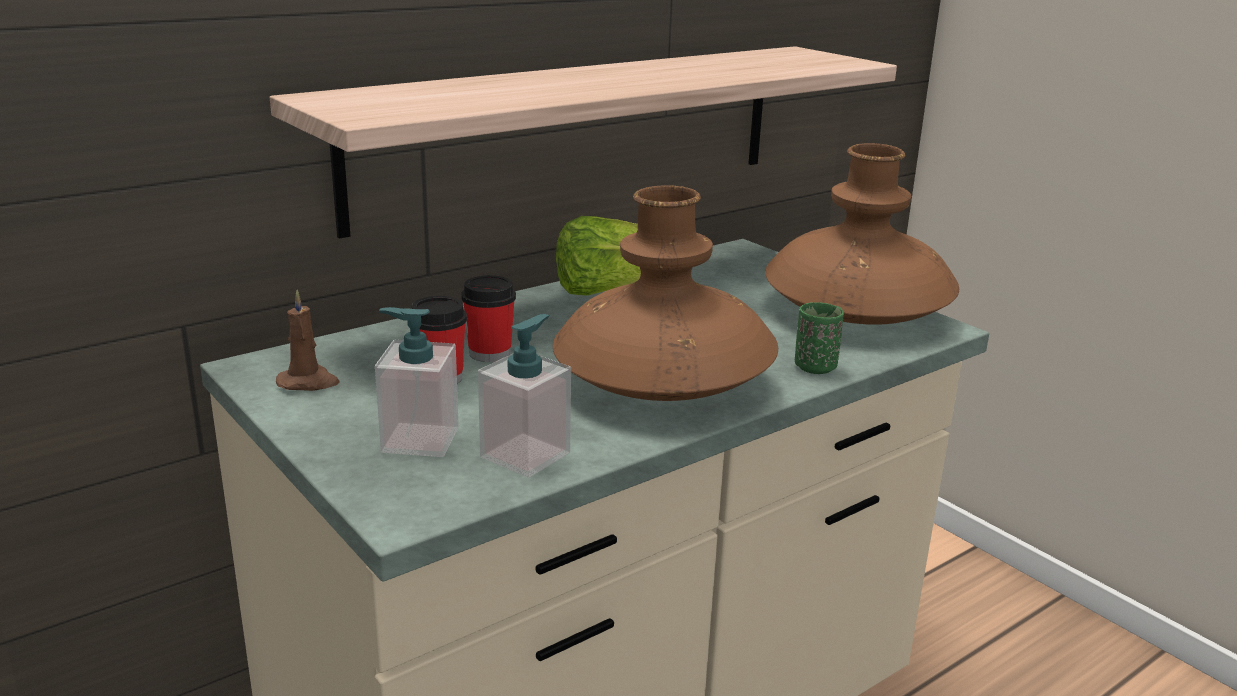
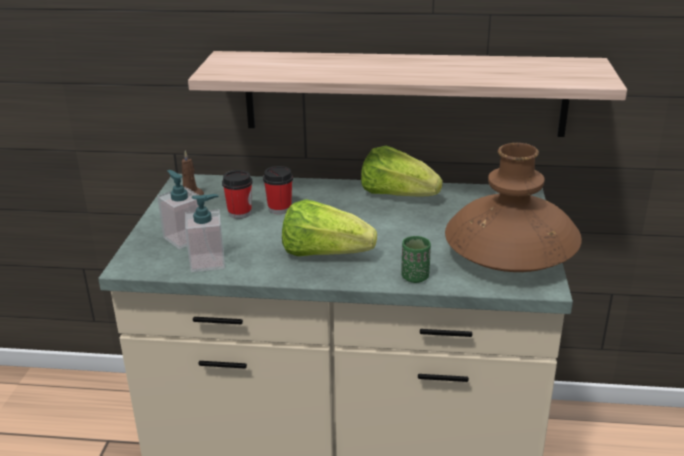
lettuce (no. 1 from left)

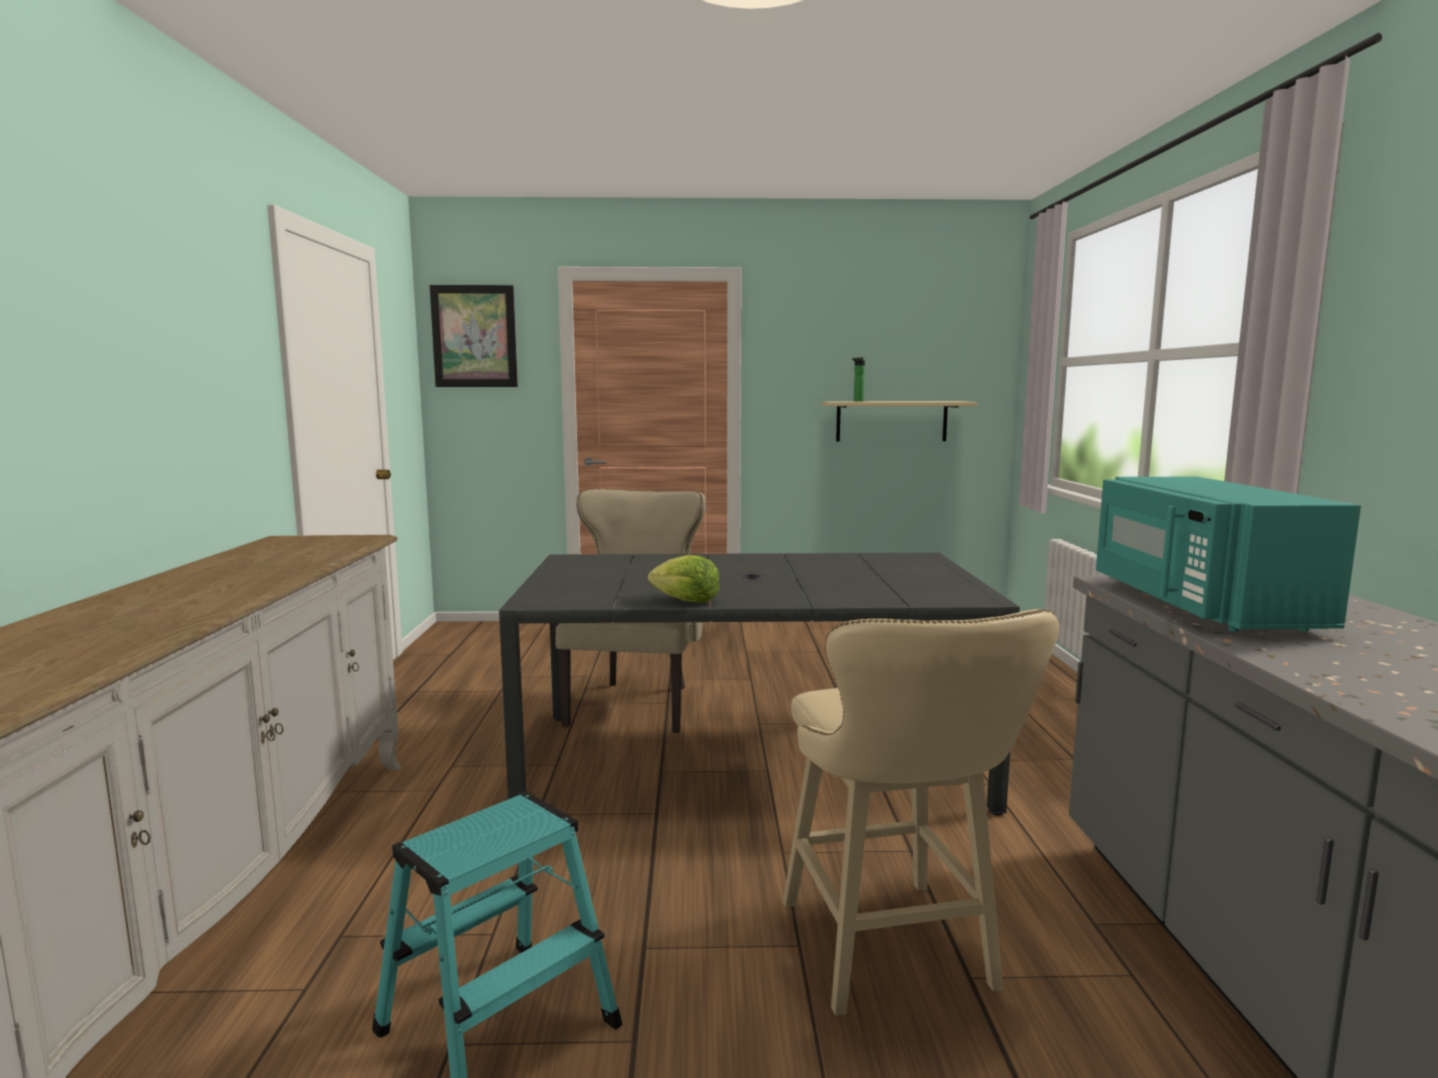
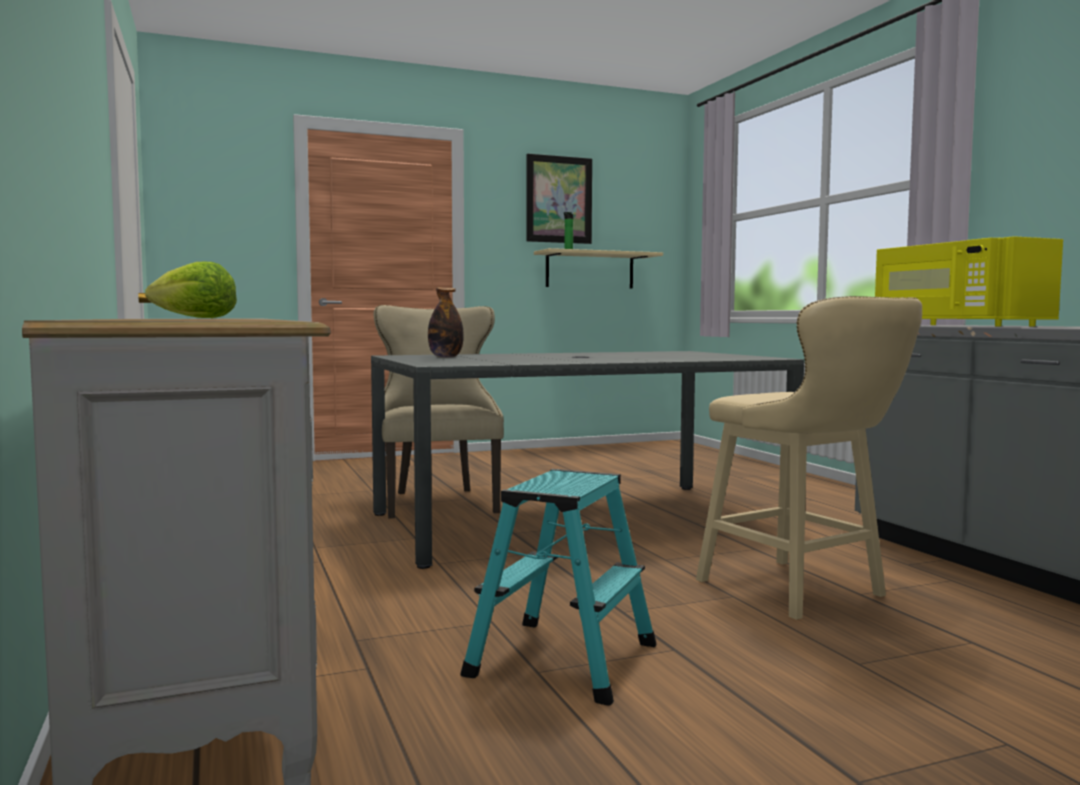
lettuce
bottle (no. 1 from left)
picture
microwave (yellow)

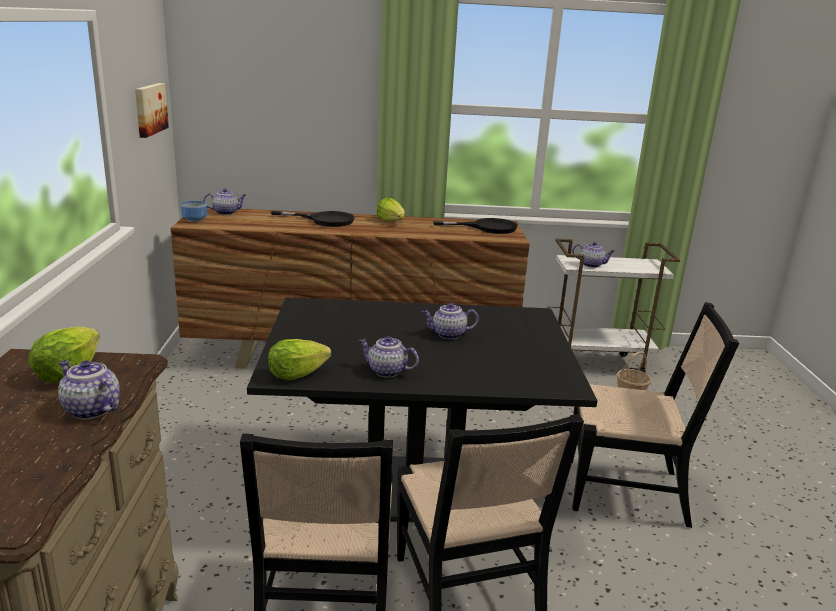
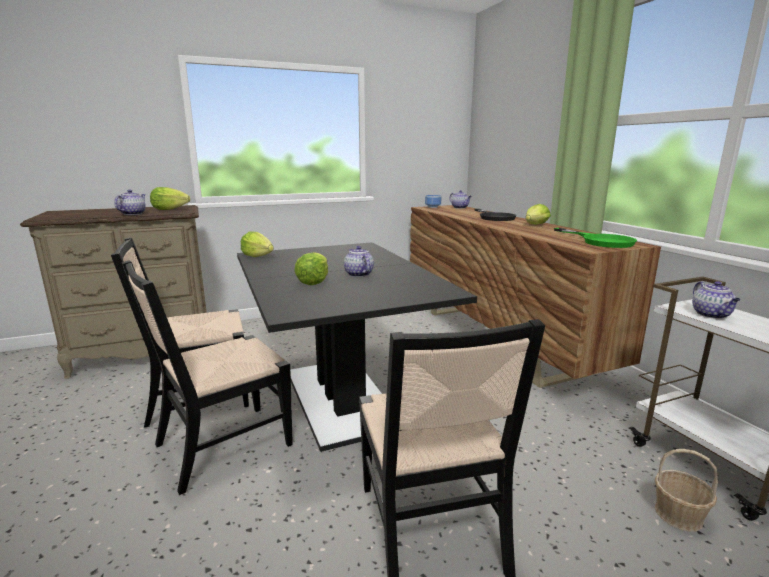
lettuce (no. 3 from left)
frying pan (green)
picture
teapot (no. 3 from left in the first image)

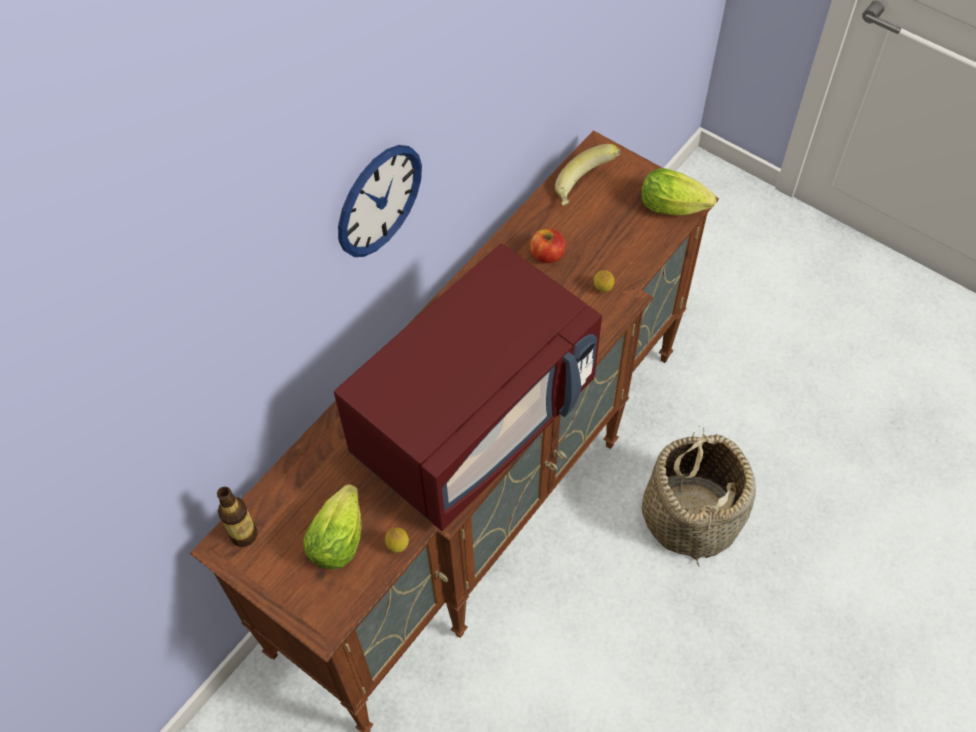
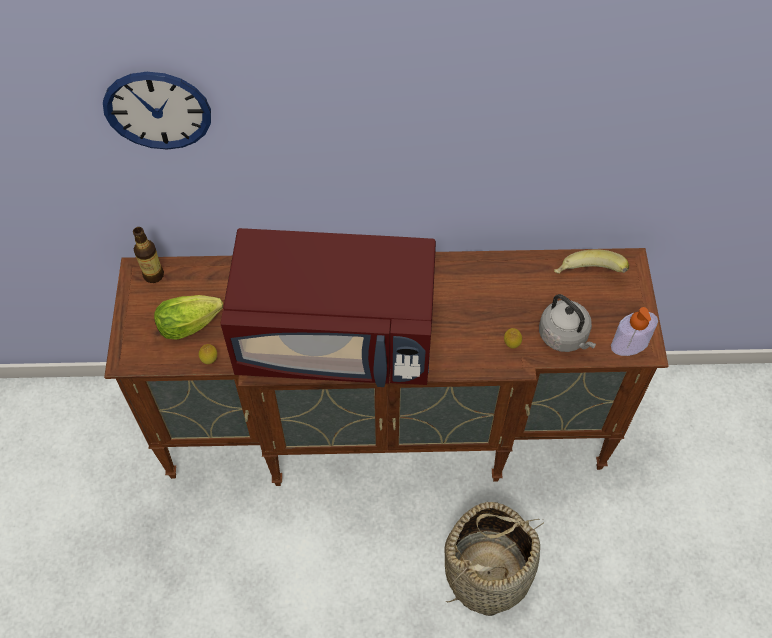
wall clock
kettle (grey)
soap dispenser
apple

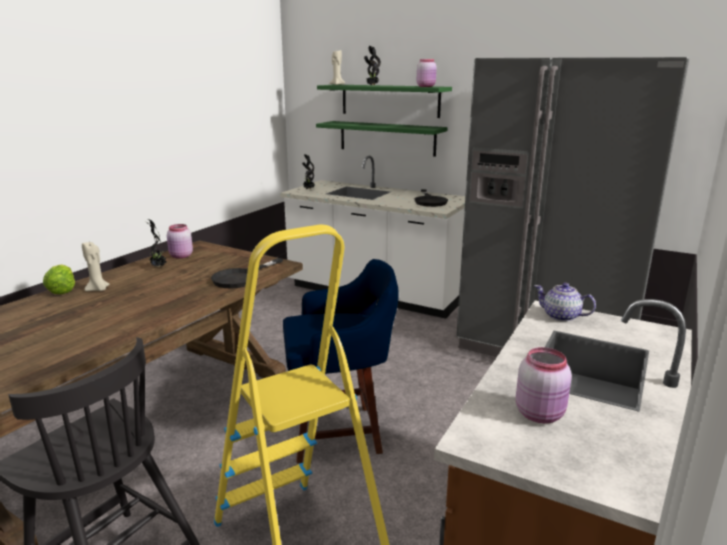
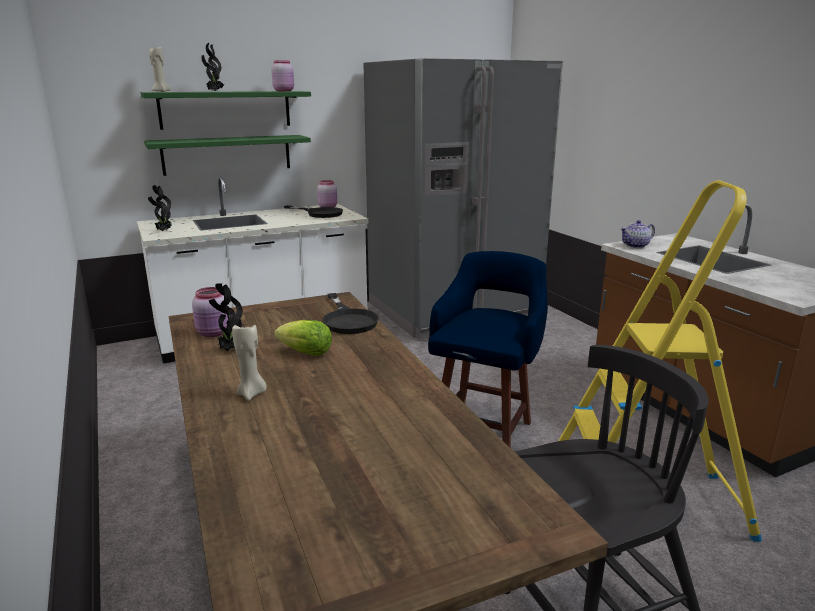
lettuce
jar (pink) (no. 3 from left)

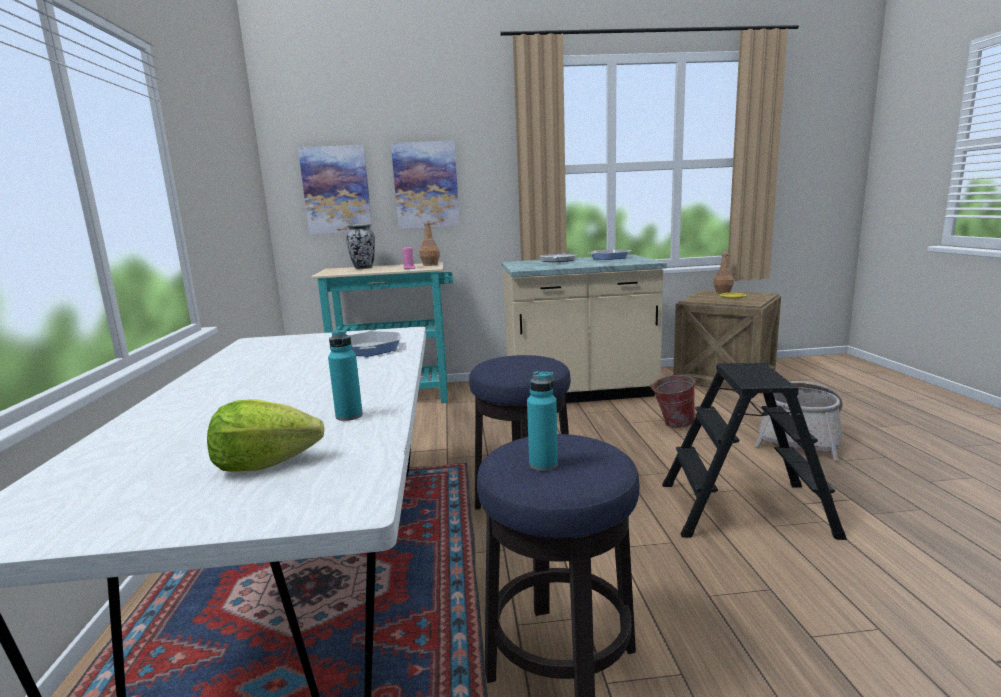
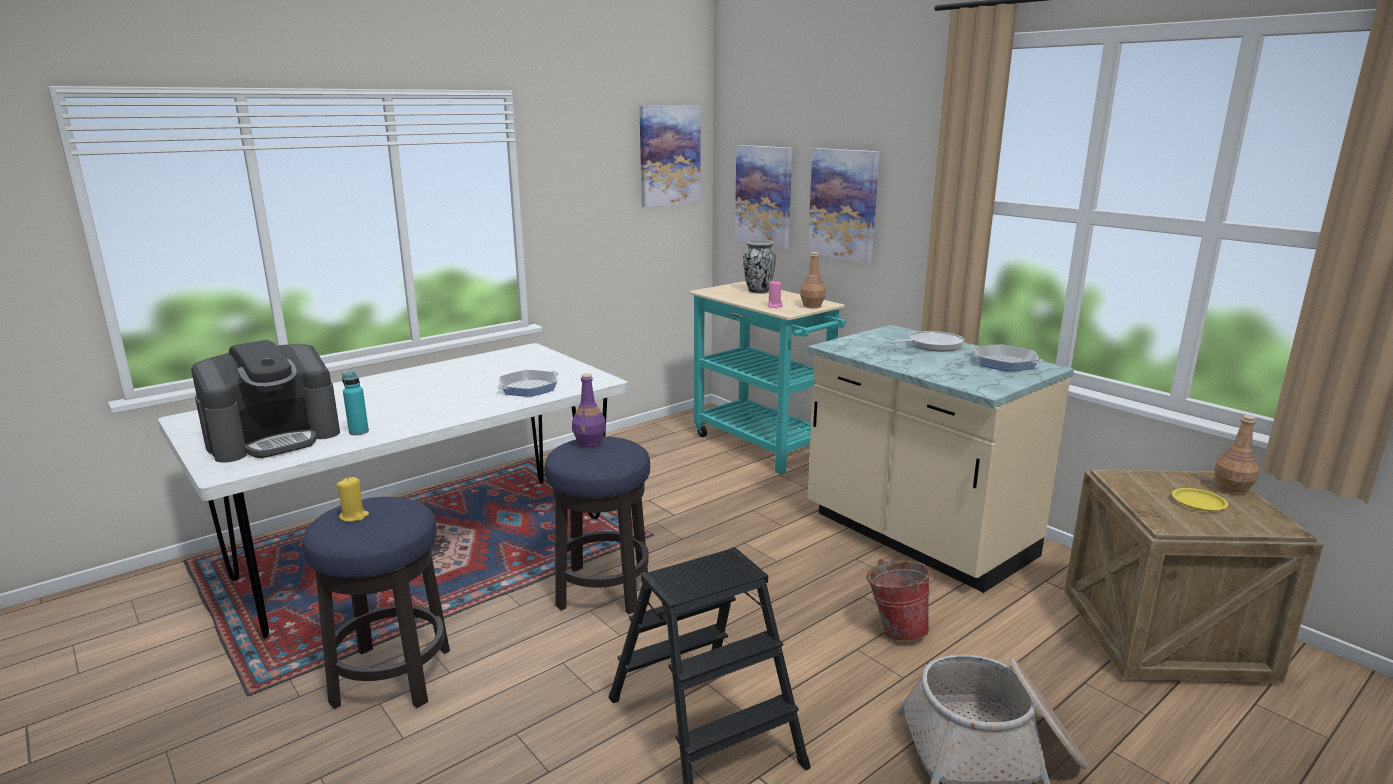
coffee machine
candle (yellow)
bottle (purple)
picture (no. 1 from left)

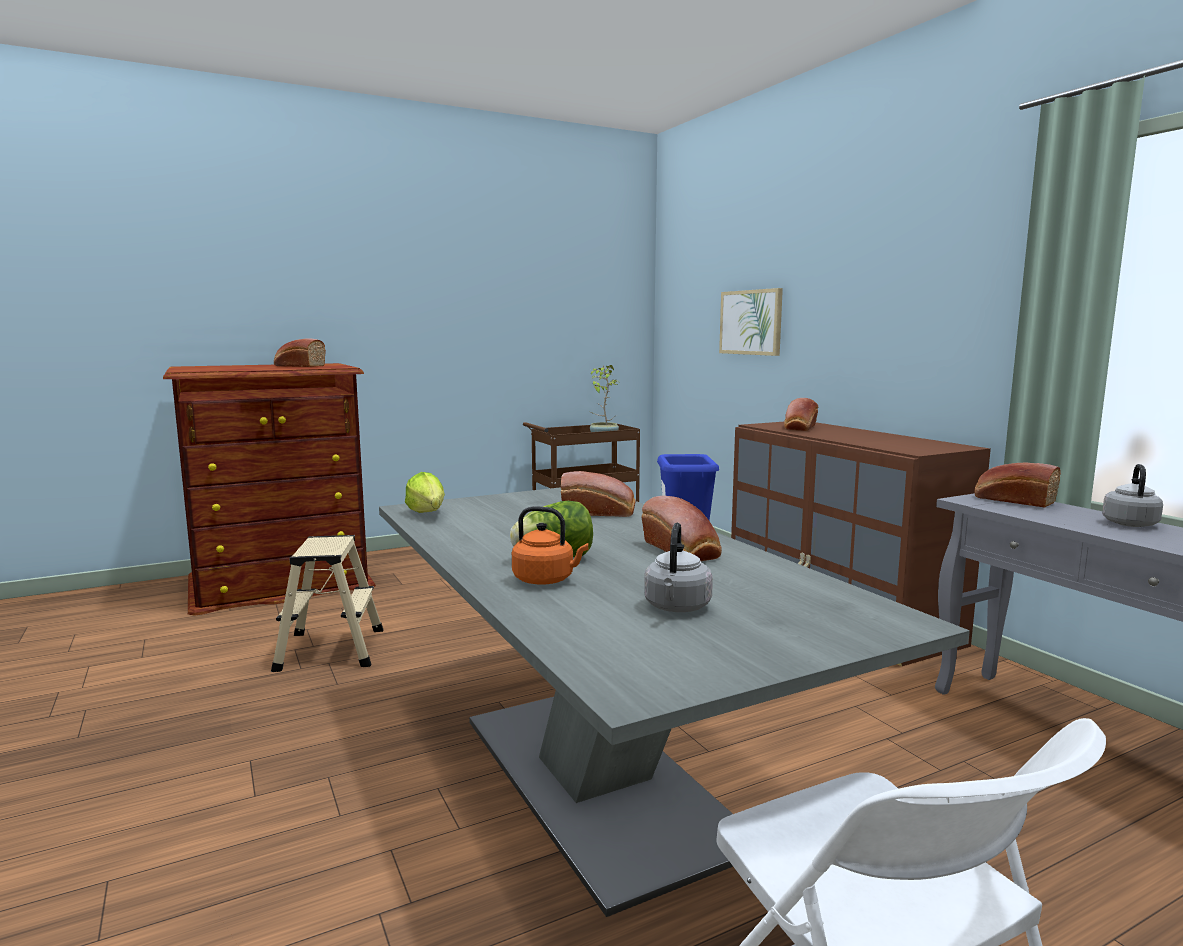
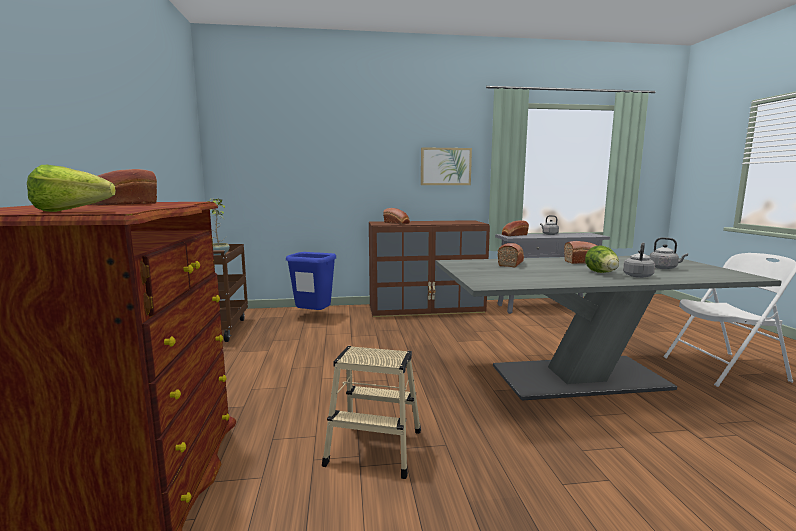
lettuce (no. 1 from left)
picture
kettle (grey) (no. 2 from left)

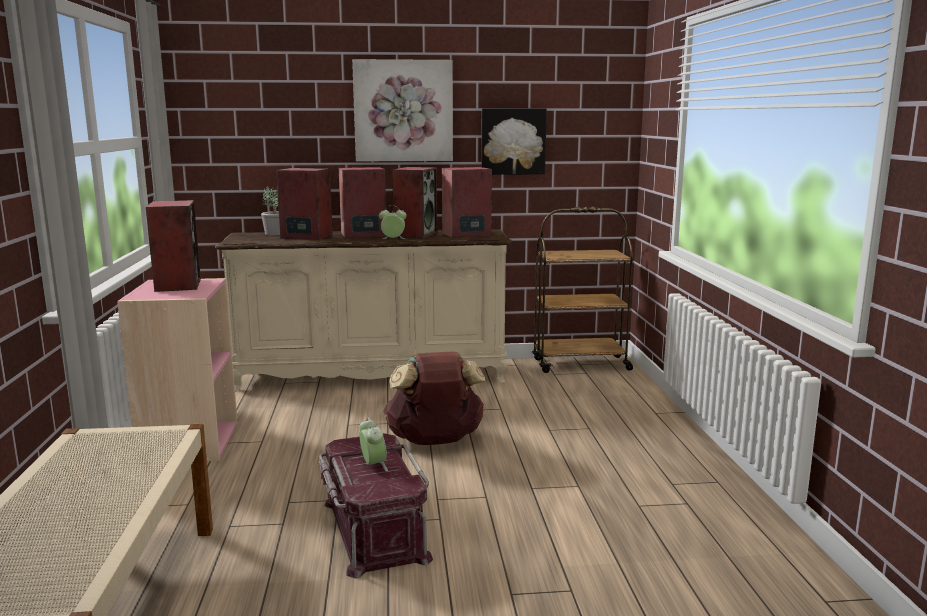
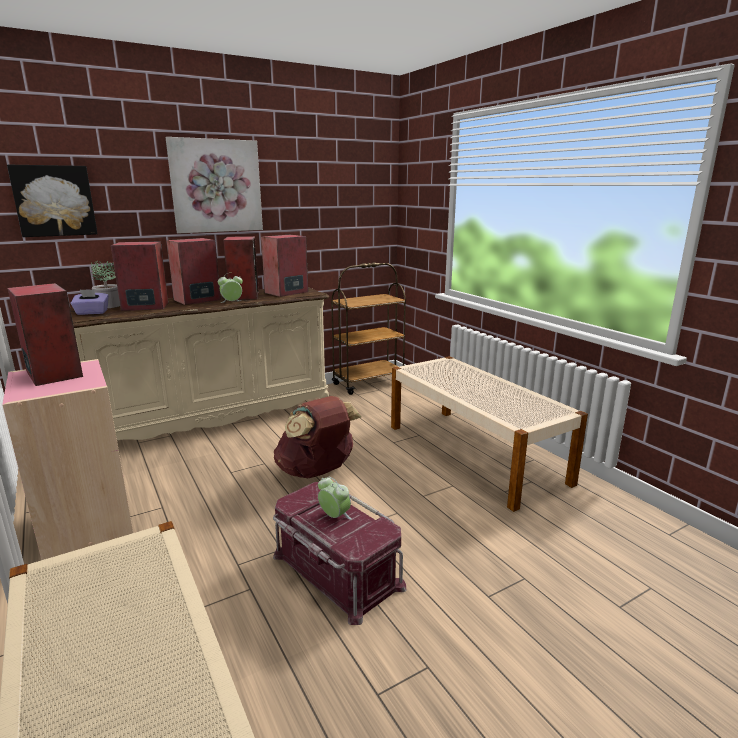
picture (no. 1 from left)
tissue box (purple)
bench (beige) (no. 2 from left)

